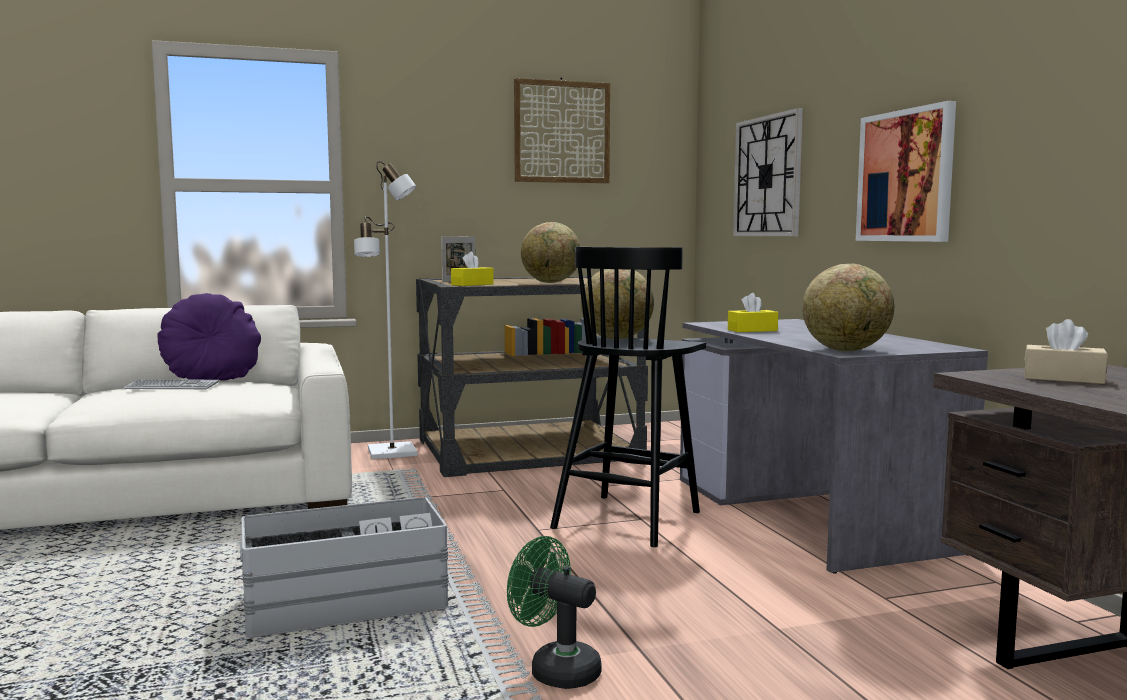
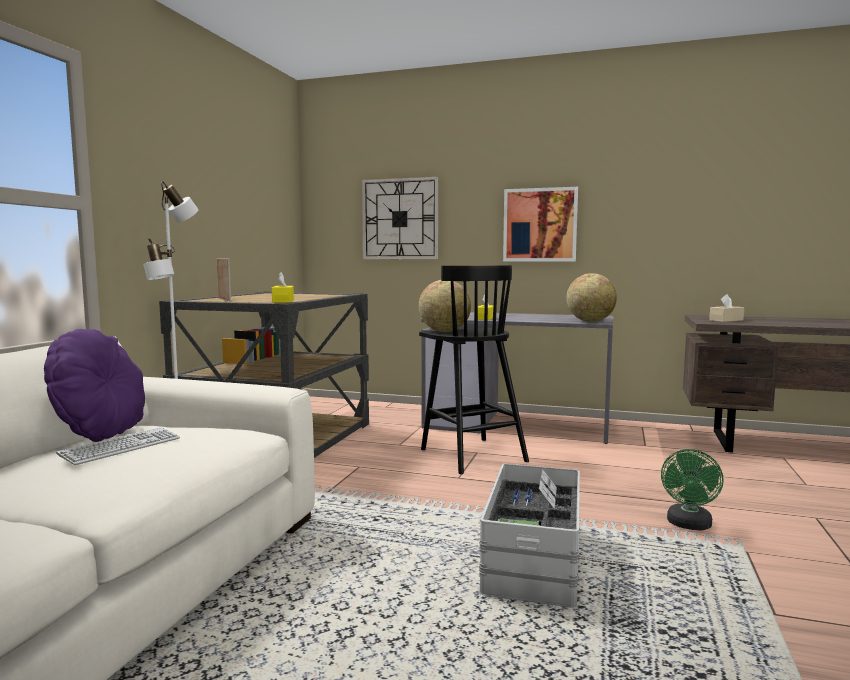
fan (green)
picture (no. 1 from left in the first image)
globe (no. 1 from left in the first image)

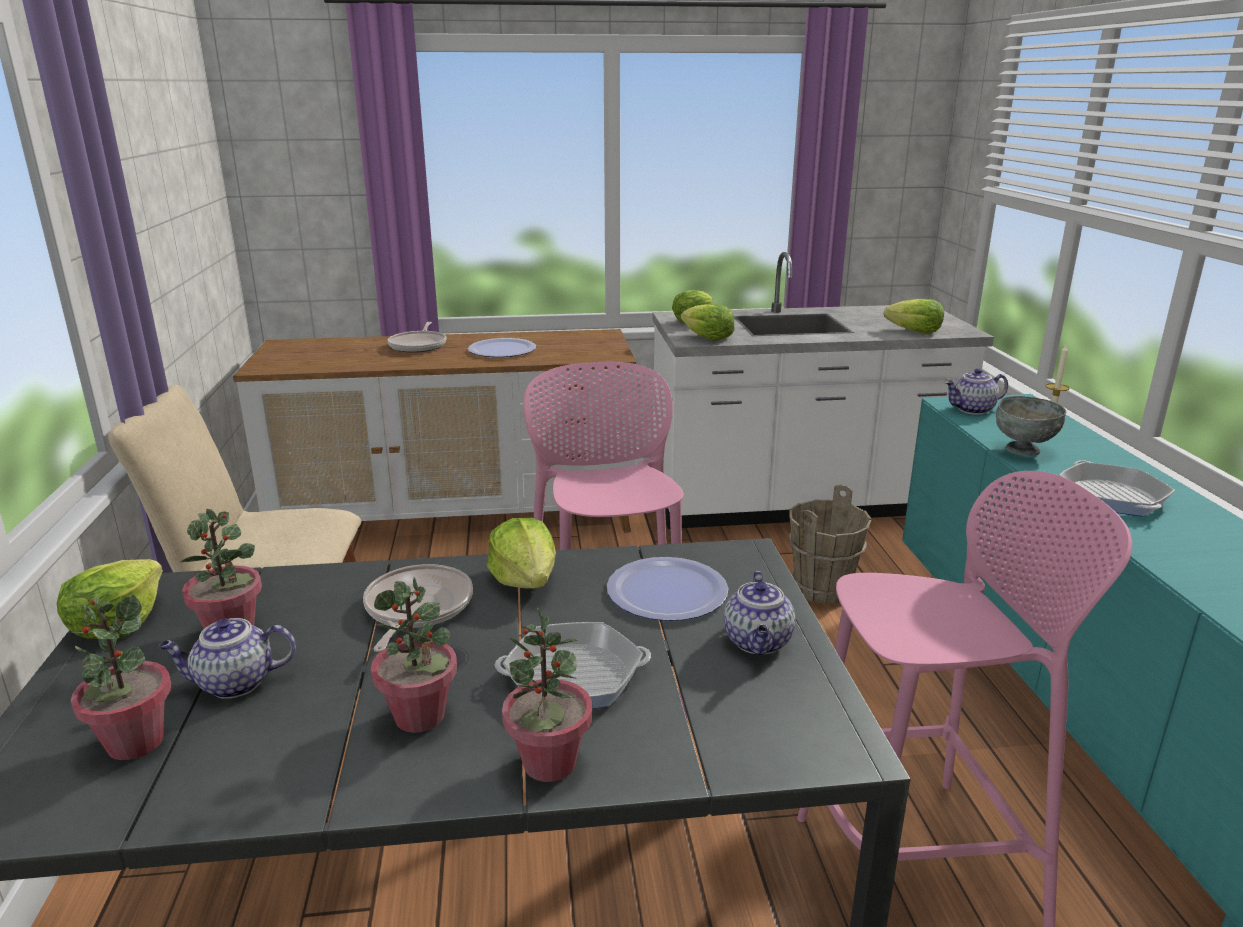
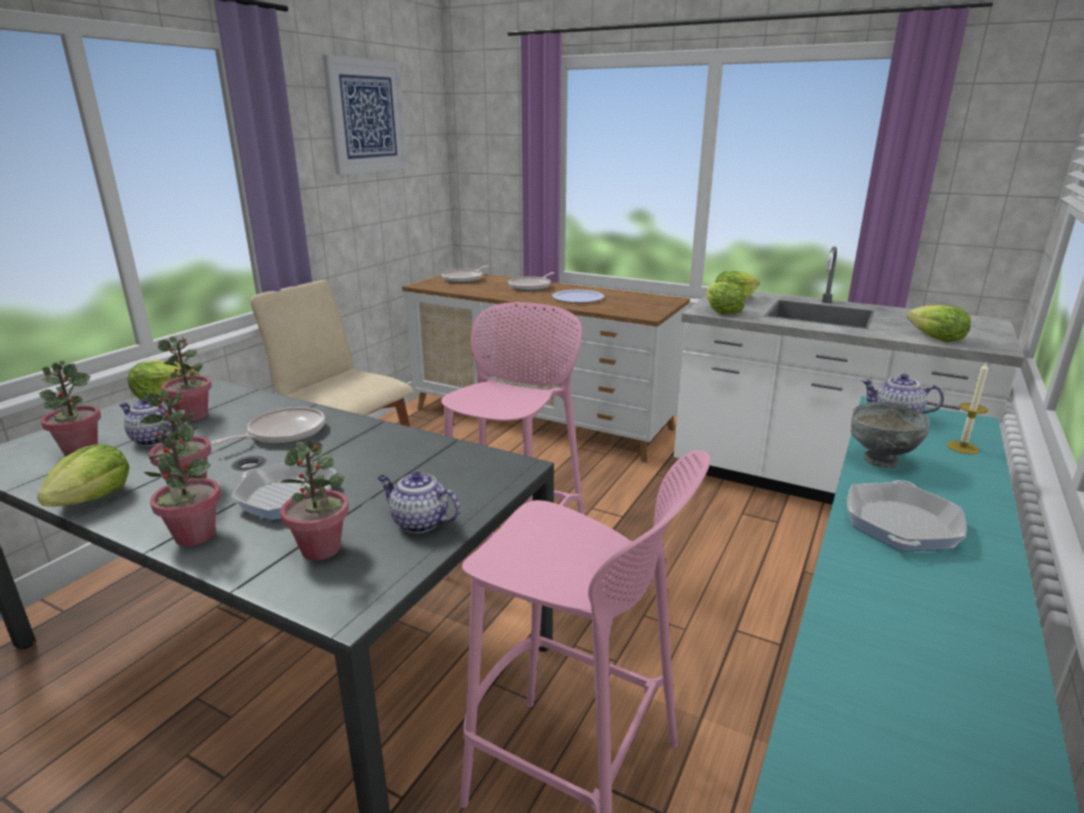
lettuce (no. 1 from left)
potted plant (no. 5 from left)
picture
teapot (no. 2 from left)
frying pan (no. 3 from left)
plate (no. 2 from left in the first image)
bucket (brown)

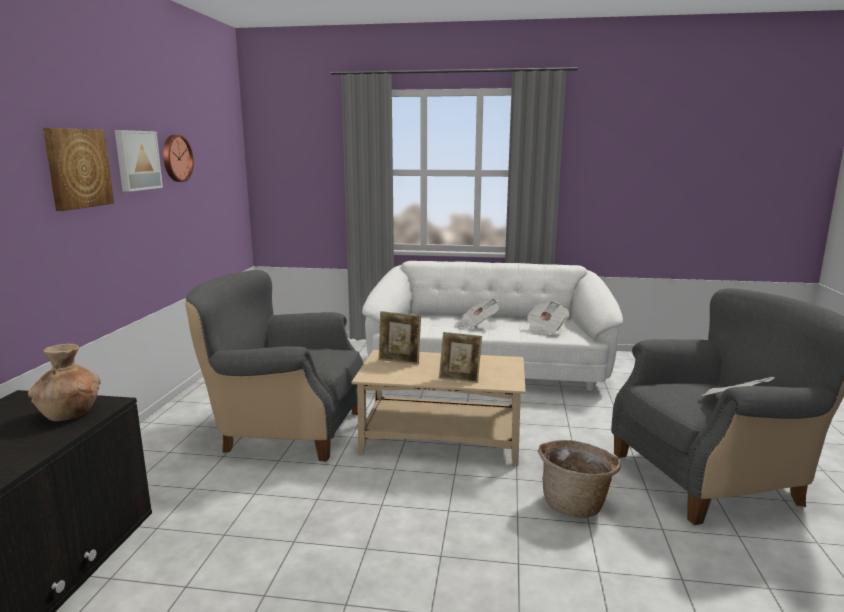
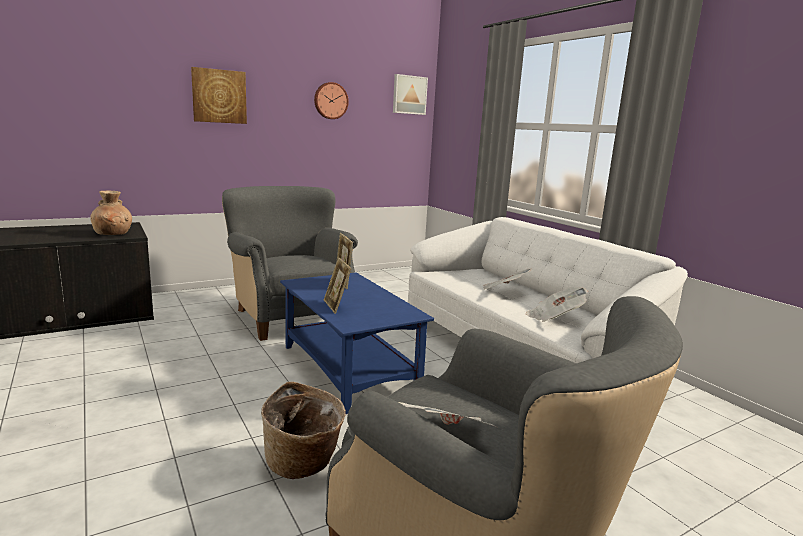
coffee table (blue)
picture (no. 2 from left)

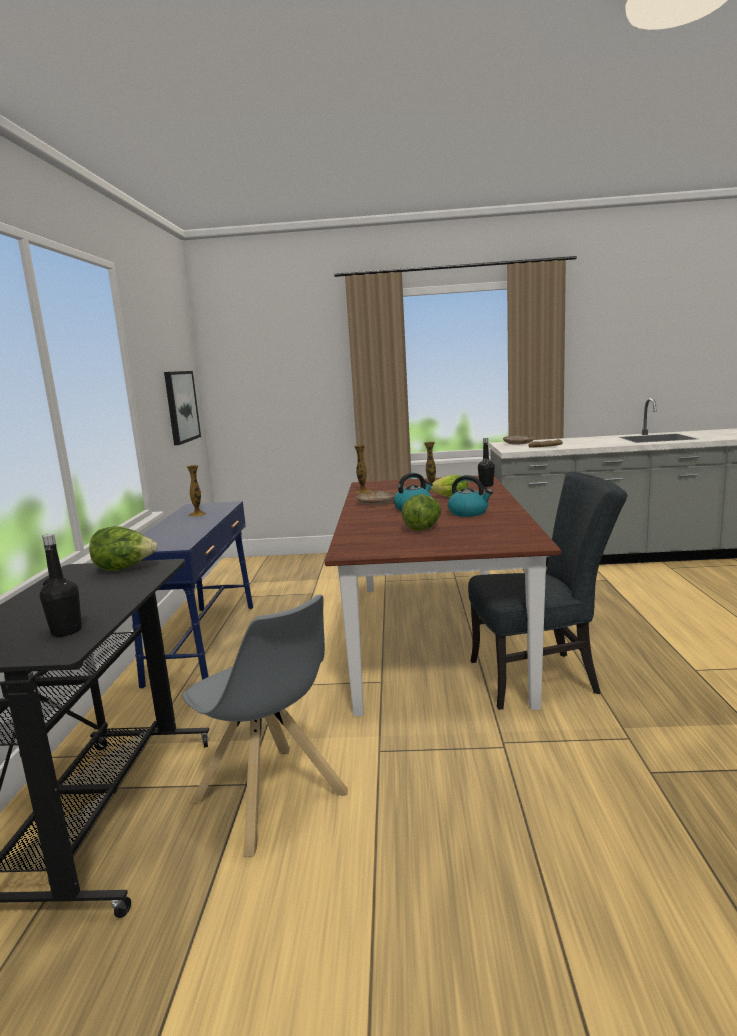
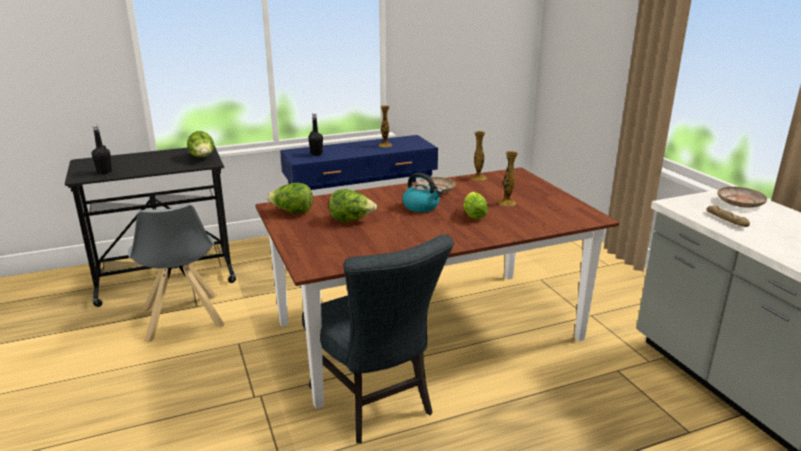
chair (grey) (no. 1 from left)
lettuce (no. 2 from left)
bottle (black) (no. 2 from left)
picture
kettle (no. 2 from left in the first image)

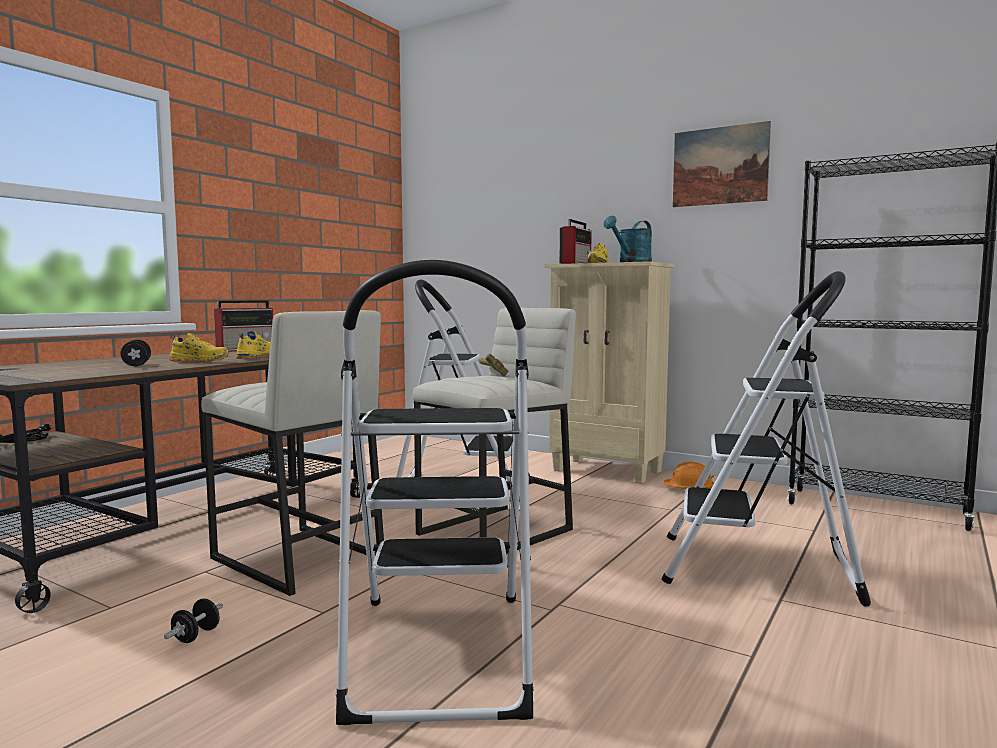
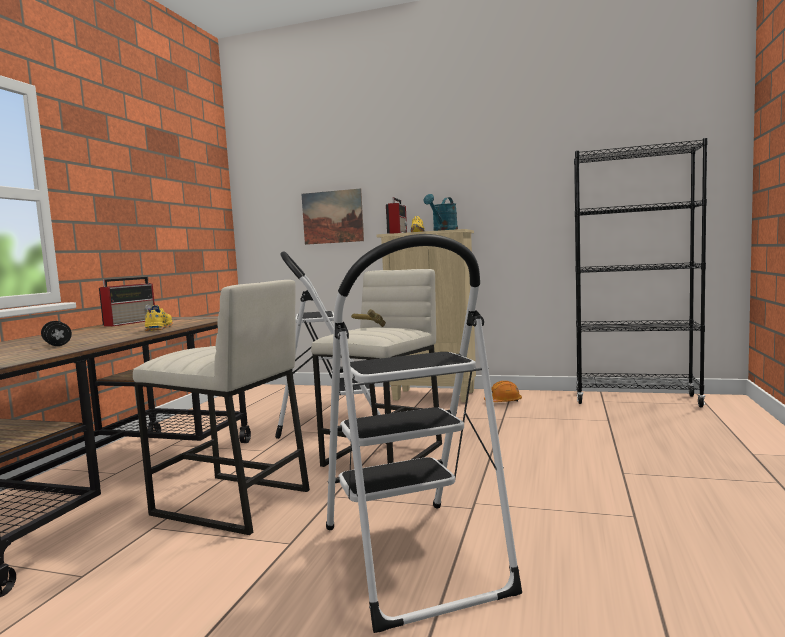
picture
dumbbell (black) (no. 2 from left in the first image)
shoe (yellow) (no. 1 from left in the first image)
step ladder (no. 3 from left in the first image)

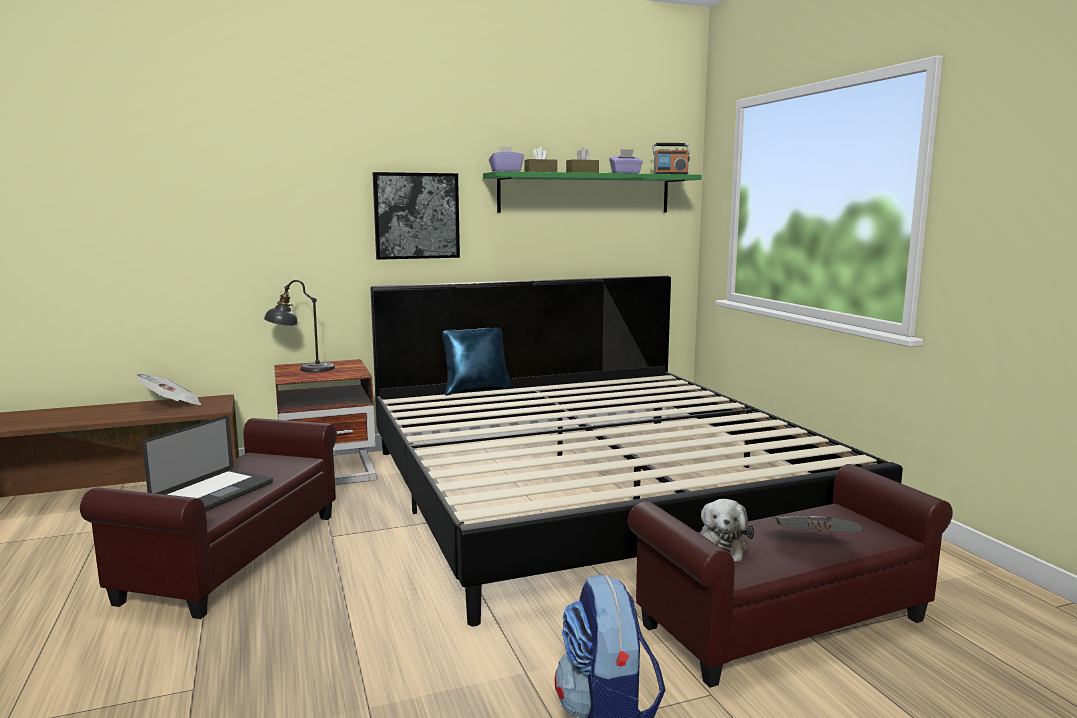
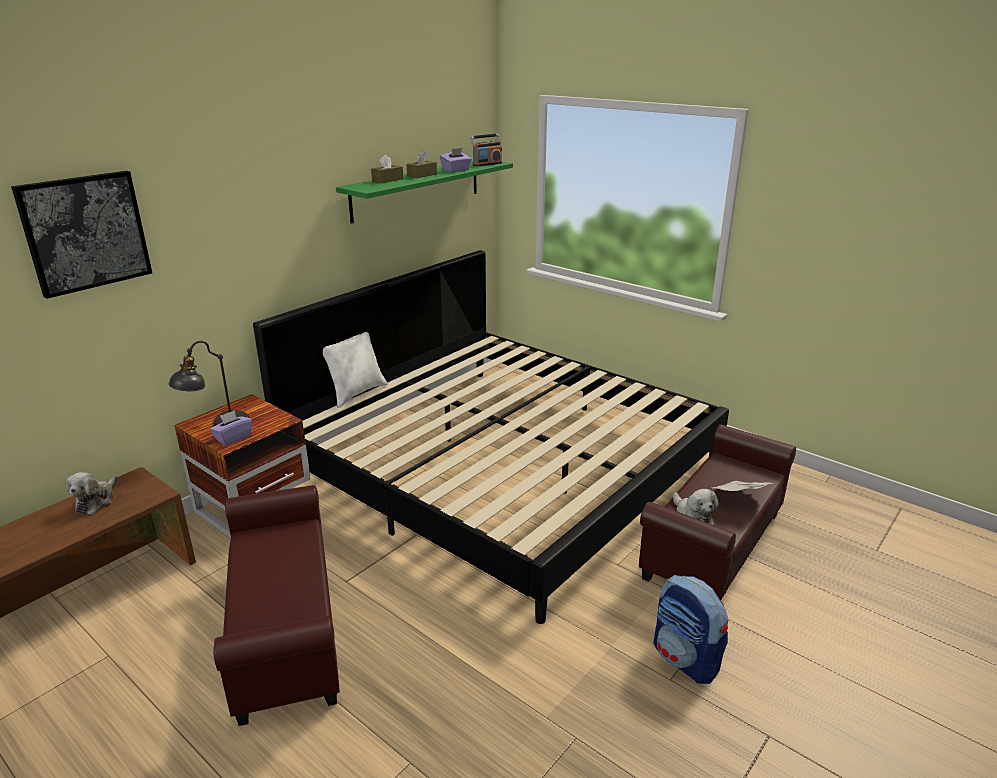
picture
plush toy (no. 1 from left)
tissue box (purple) (no. 1 from left)
pillow (white)
laptop

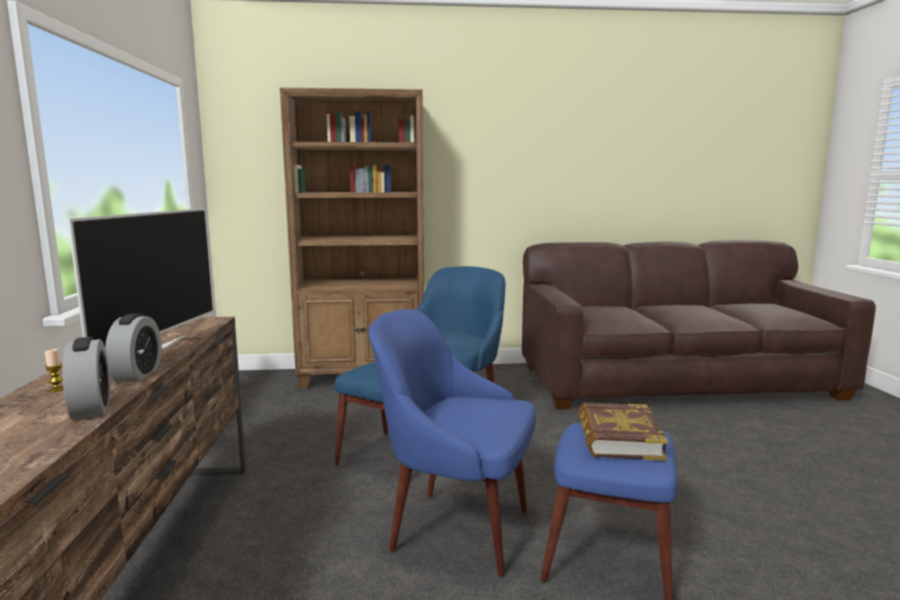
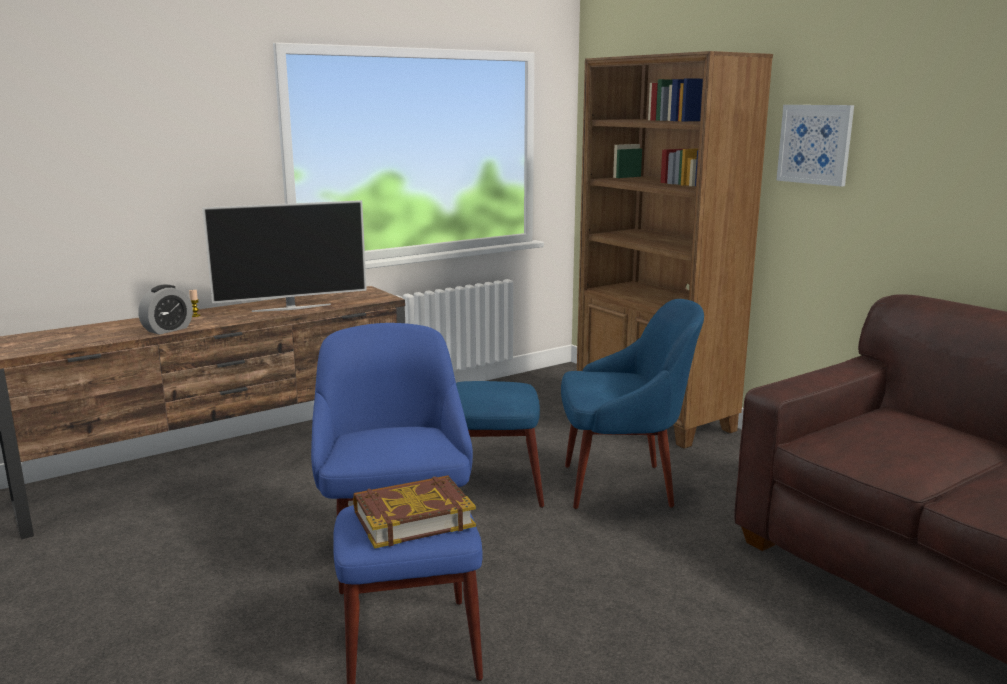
picture
alarm clock (no. 2 from left in the first image)

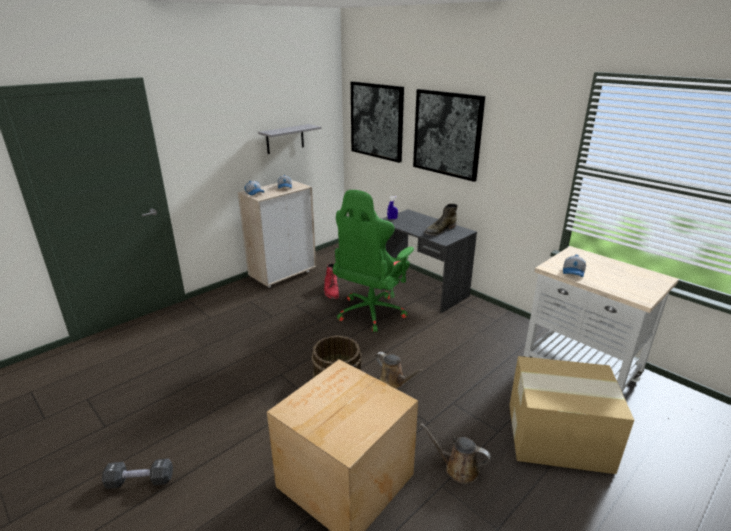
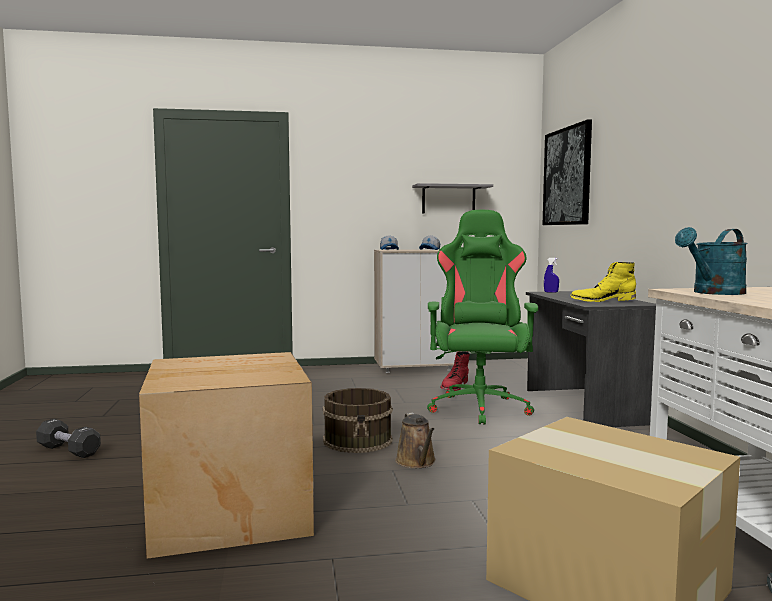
office chair (green)
boot (yellow)
watering can (turquoise)
picture (no. 2 from left in the first image)
watering can (brown) (no. 2 from left in the first image)

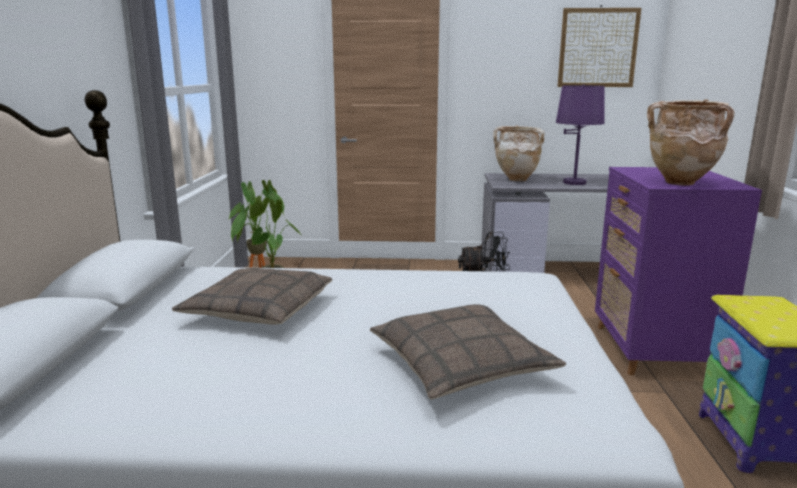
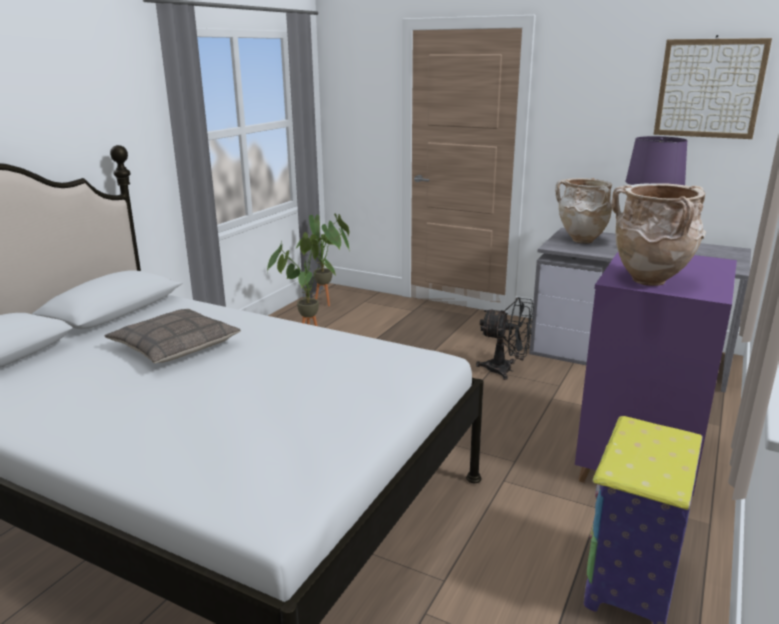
pillow (no. 2 from left in the first image)

